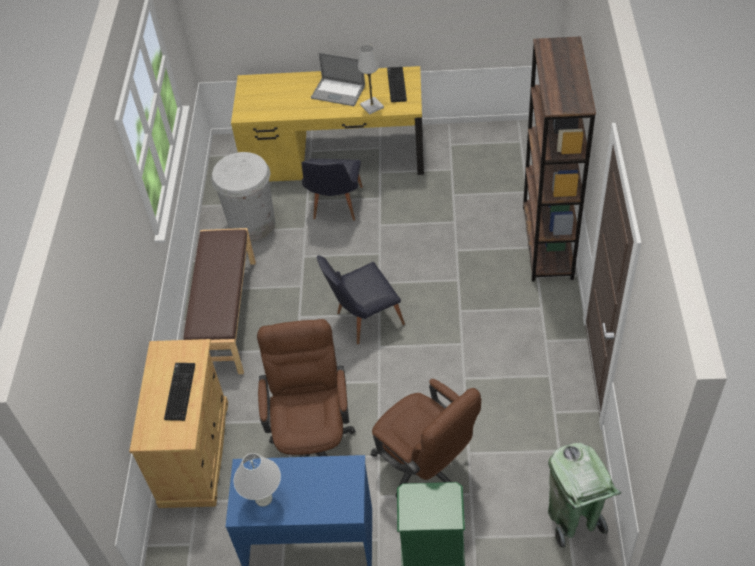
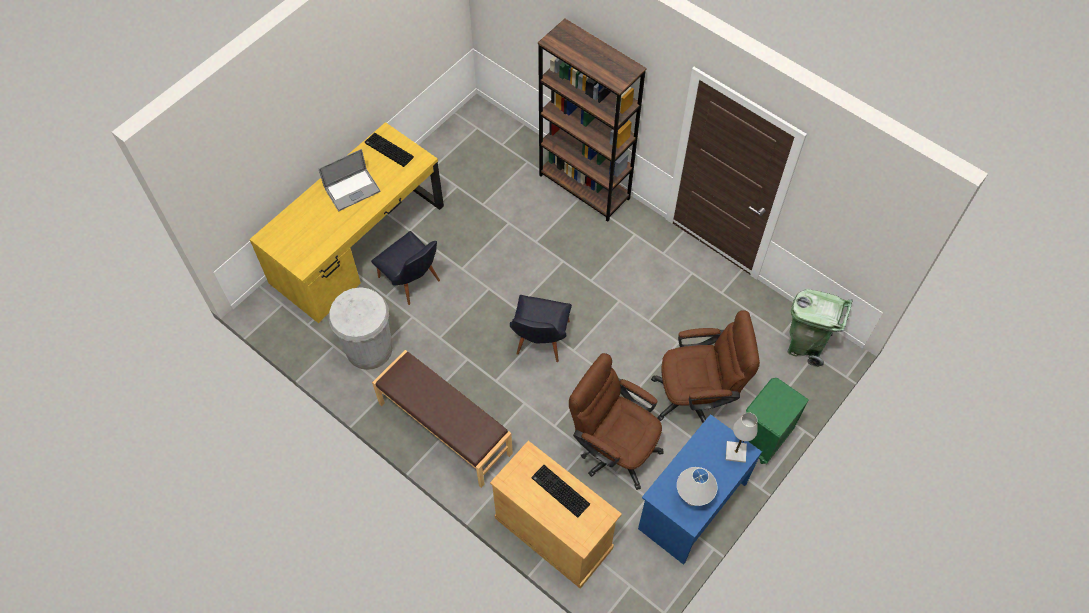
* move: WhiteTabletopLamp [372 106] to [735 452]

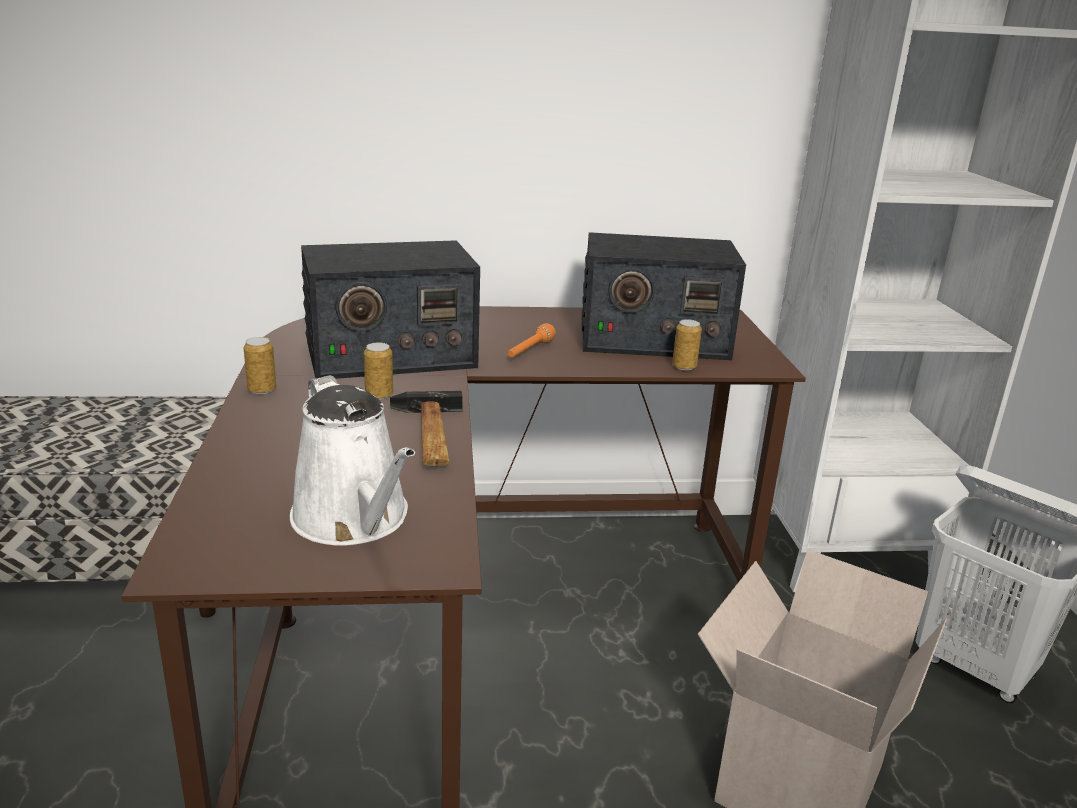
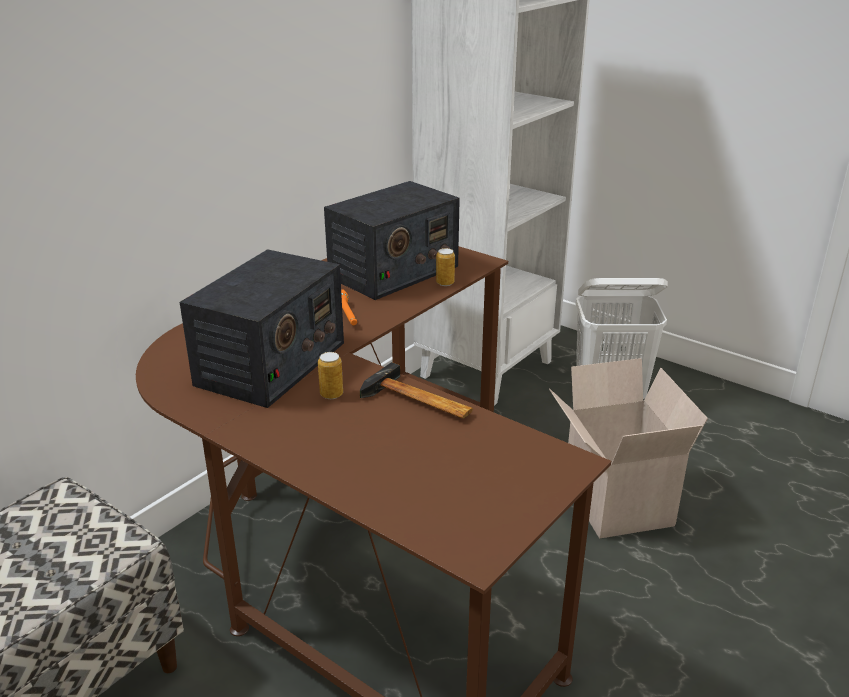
* delete: SealedCan [262 390]
* delete: WhiteSprinklingCan [355 520]

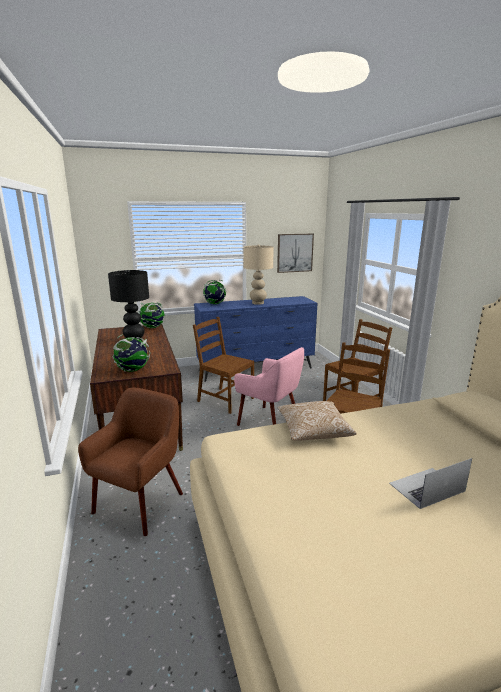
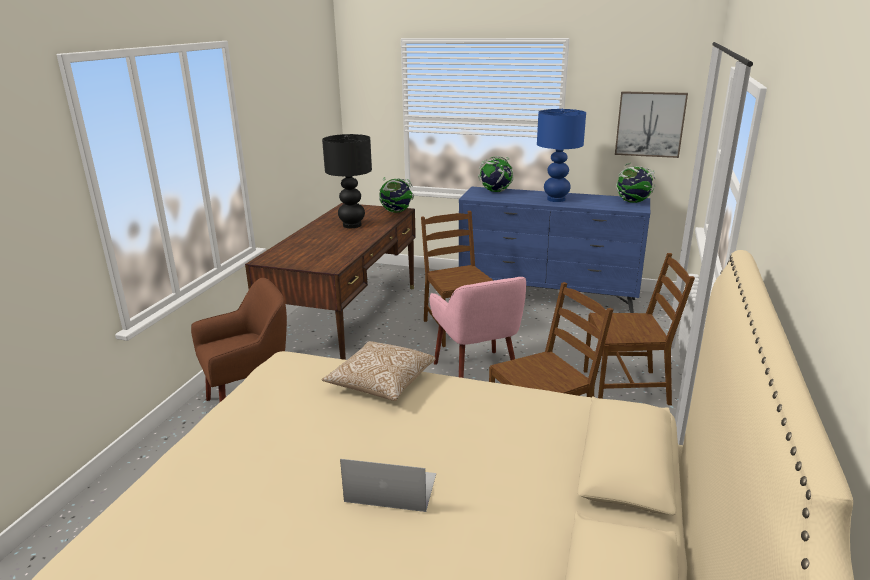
* recolor: SandColouredTabletopLamp [258 303] to BluishTabletopLamp [556 199]
* move: Globe [133 370] to [633 202]

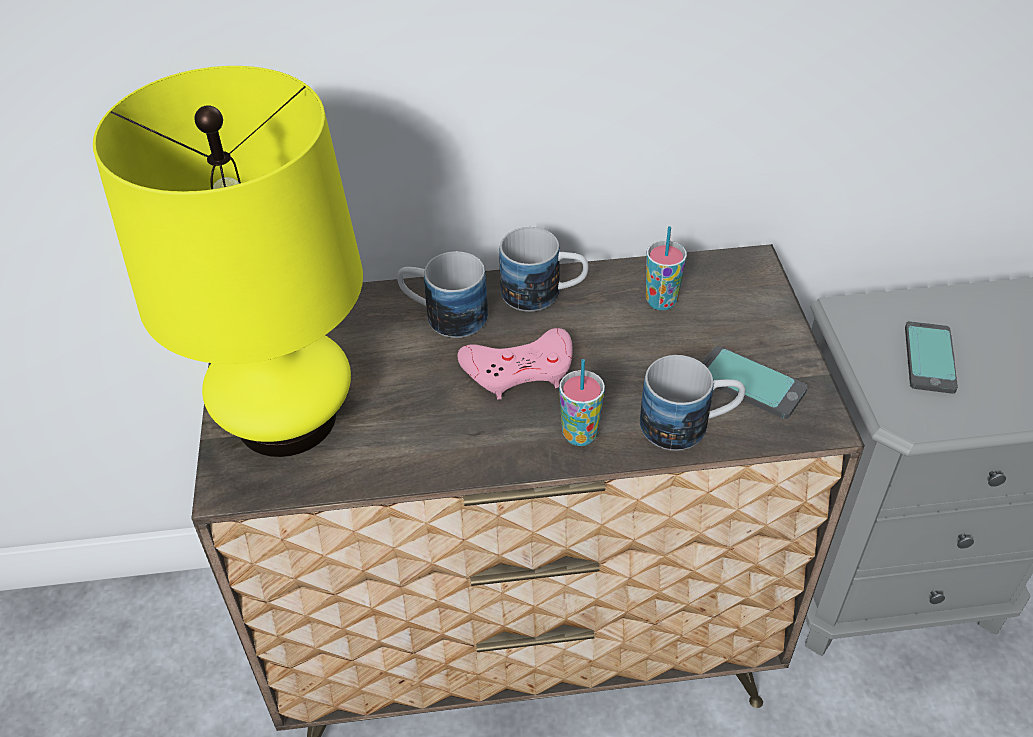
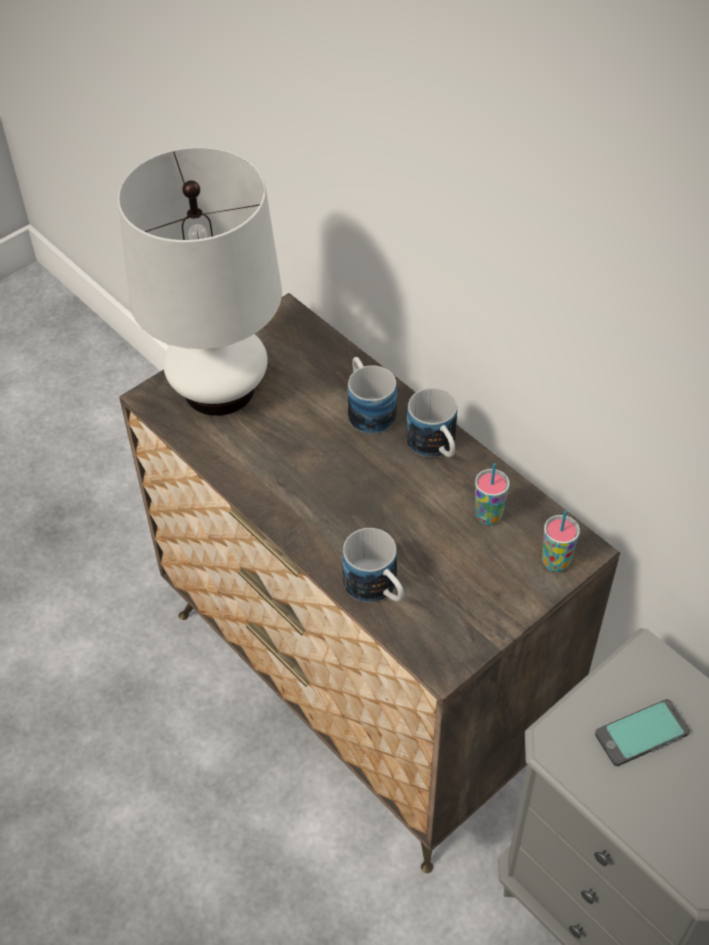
* recolor: YellowColouredTabletopLamp [286 418] to WhiteTabletopLamp [219 389]
* delete: PinkColouredJoypad [520 370]
* delete: Handset [750 383]
* move: DrinkingCup [580 434] to [555 562]

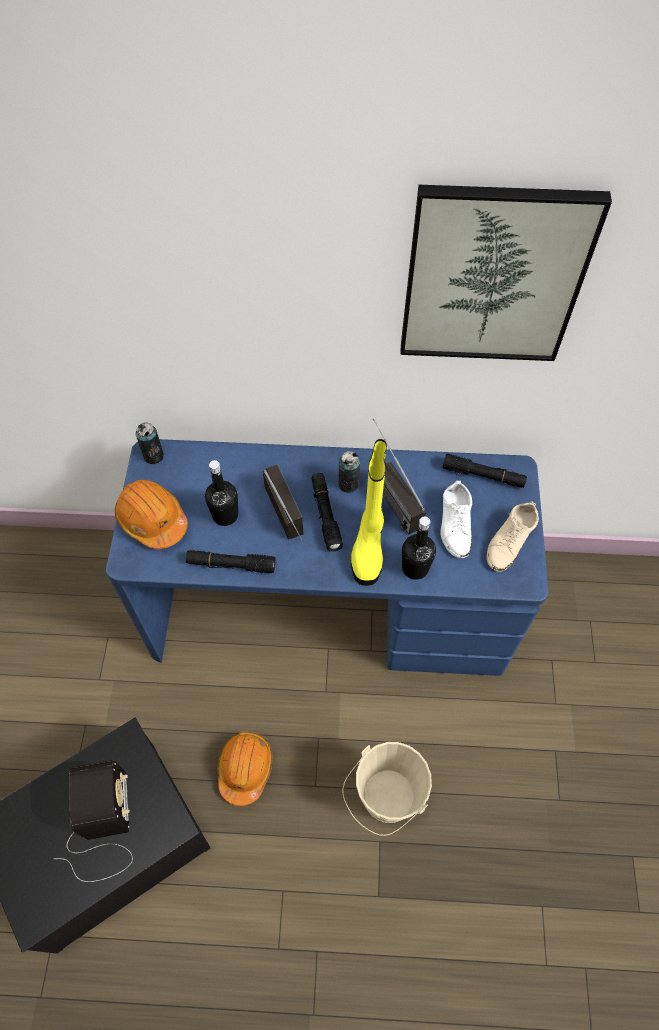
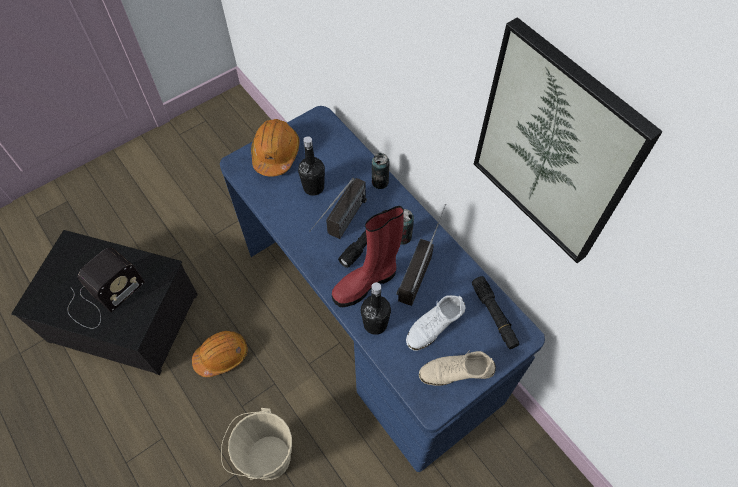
* move: SealedCan [153 456] to [380 182]
* recolor: YellowColouredTallBoot [369 546] to RedTallBoot [366 283]
* delete: BlackTorch [231 564]

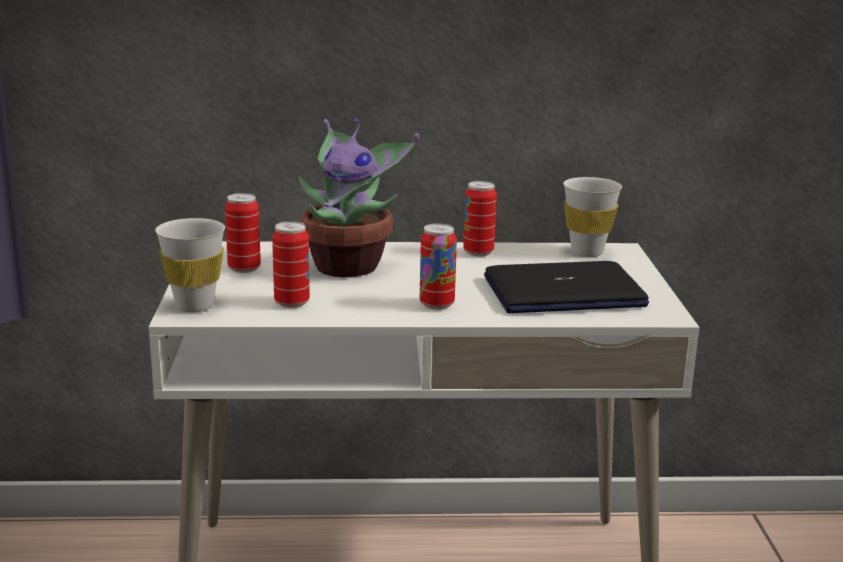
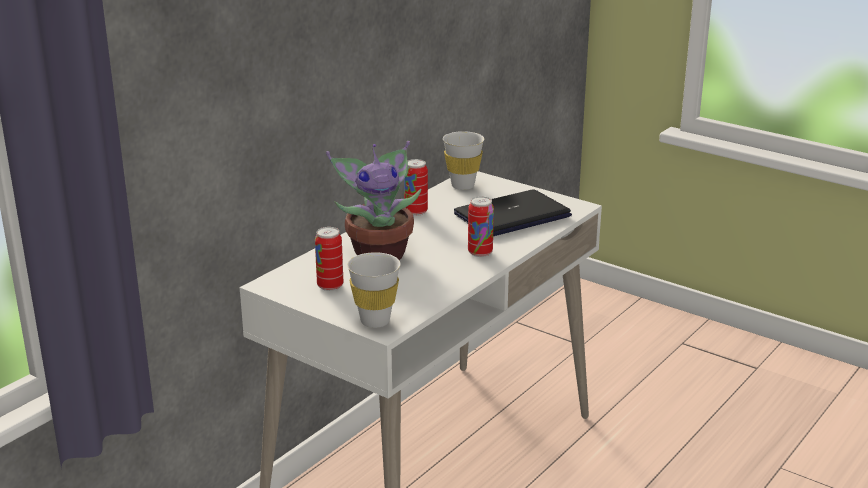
* delete: SealedCan [292 303]
* rotate: PortableComputer [563 292] = [512 215] 150 degrees counterclockwise

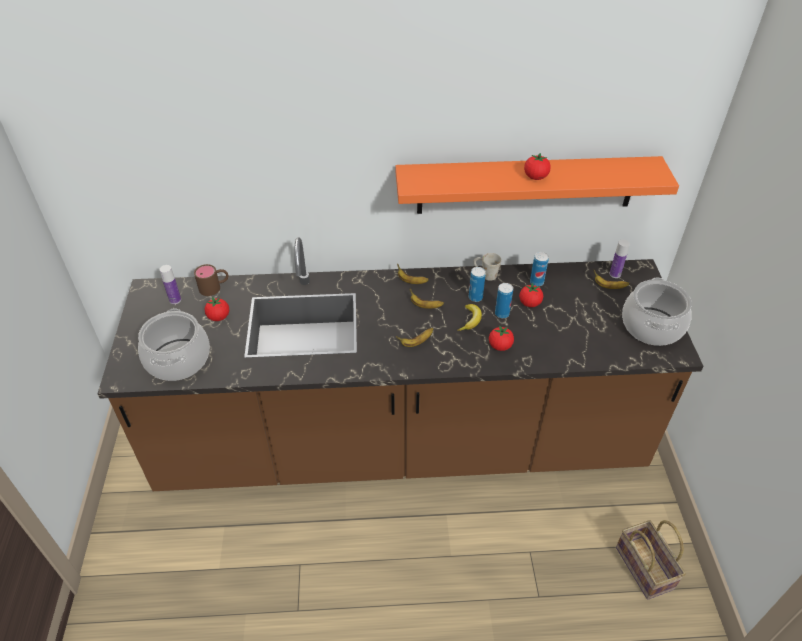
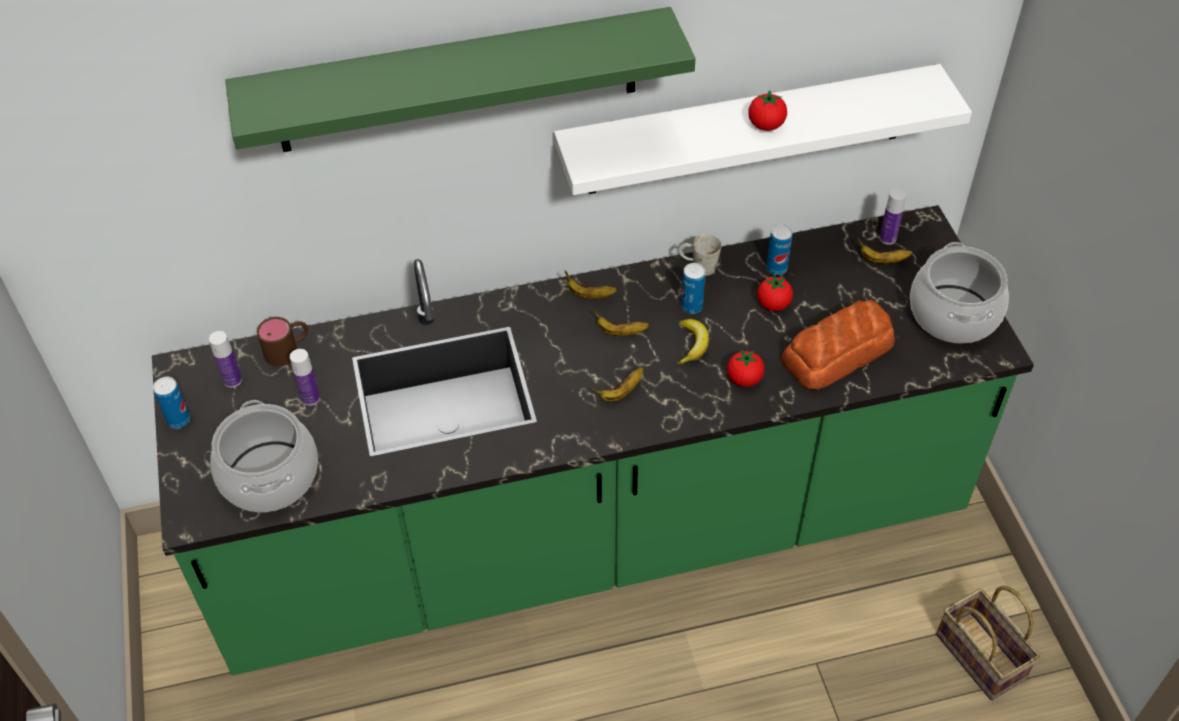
* recolor: OrangeyWallShelf [526 185] to WhiteWallShelf [747 130]
* recolor: BrownishKitchenCounter [401 442] to GreenColouredKitchenCounter [592 532]
* move: SealedCan [502 314] to [179 420]
* replace: WholeTomato [219 317] to DrinkBottle [310 398]
* insert: GreenColouredWallShelf [457 81]
* insert: BakedBread [839 353]

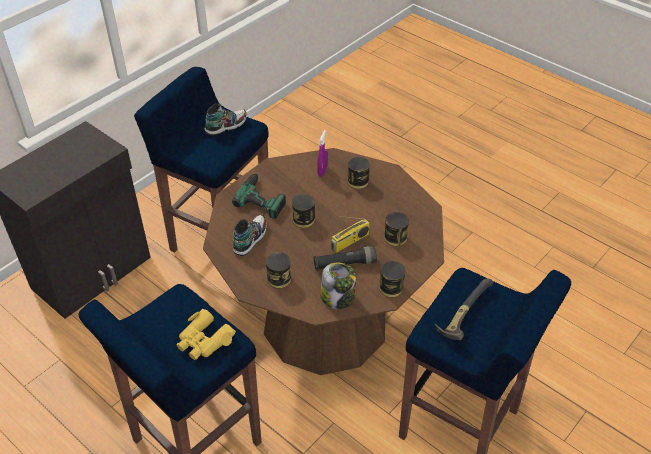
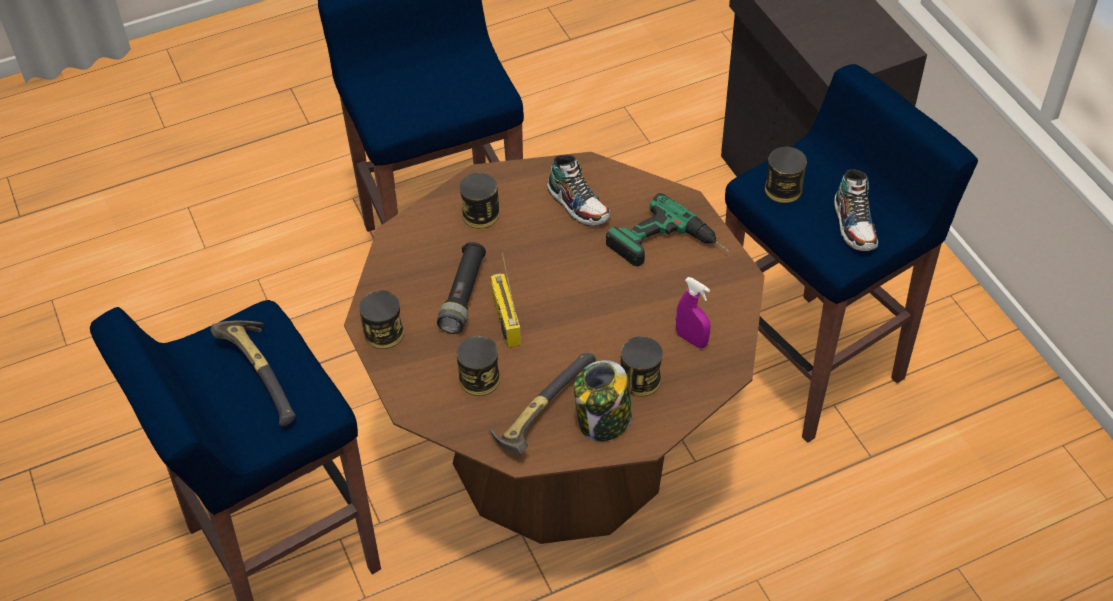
* move: SealedCan [303 220] to [783 189]
* move: StorageJar [338 298] to [604 421]
* delete: YellowColouredFieldGlasses [204 341]
* insert: ToolHammer [540 410]

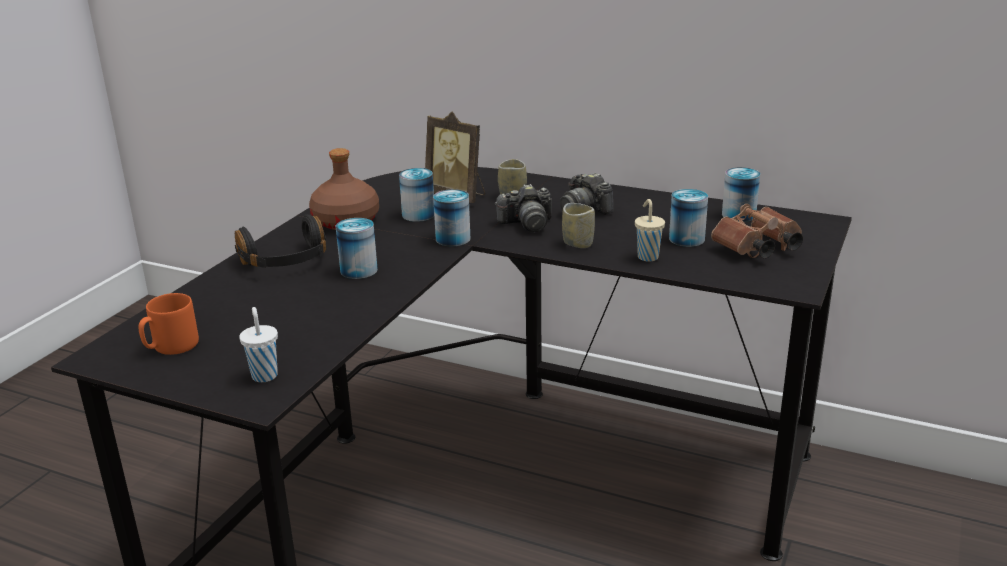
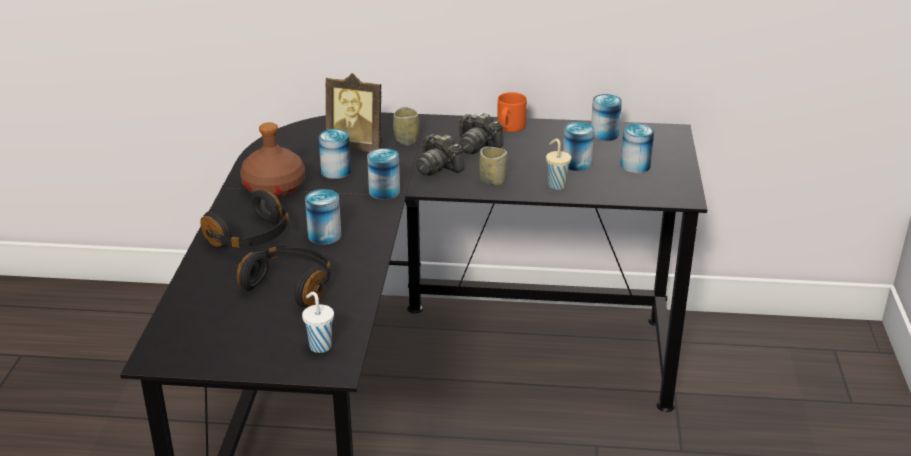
* rotate: StillCamera [527 224] = [438 167] 75 degrees clockwise
* replace: BrownishFieldGlasses [756 249] to SealedCan [635 166]
* move: OrangeyMug [171 346] to [509 128]
* insert: BlackHeadphones [291 285]

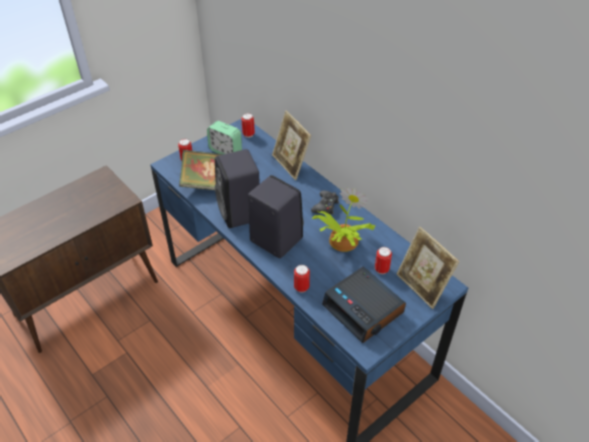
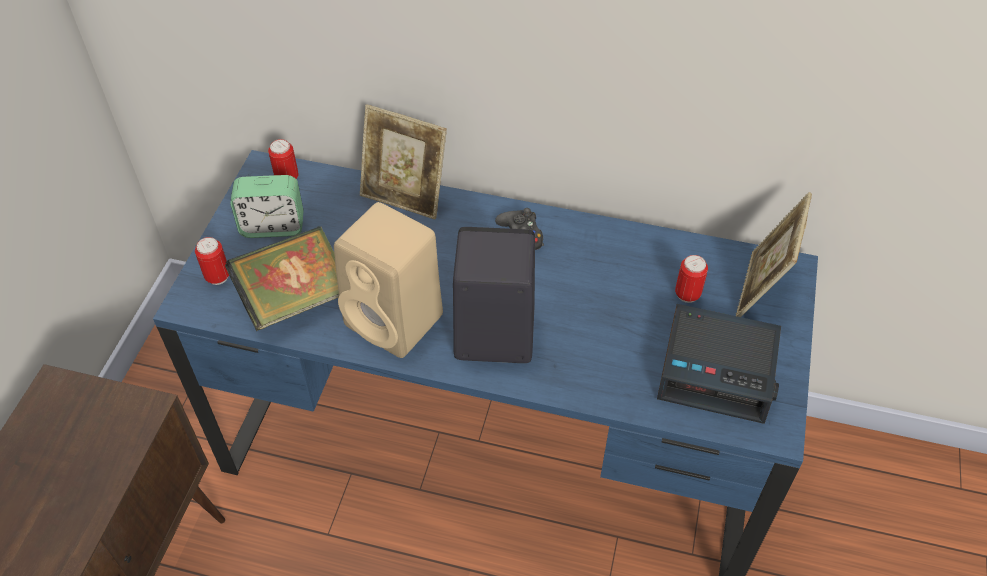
* recolor: BlackAudioSpeaker [240 213] to SandColouredAudioSpeaker [397 321]
* delete: PlantInAPot [342 241]
* rotate: StandingFrame [421 287] = [761 289] 90 degrees clockwise
* delete: SealedCan [301 287]

